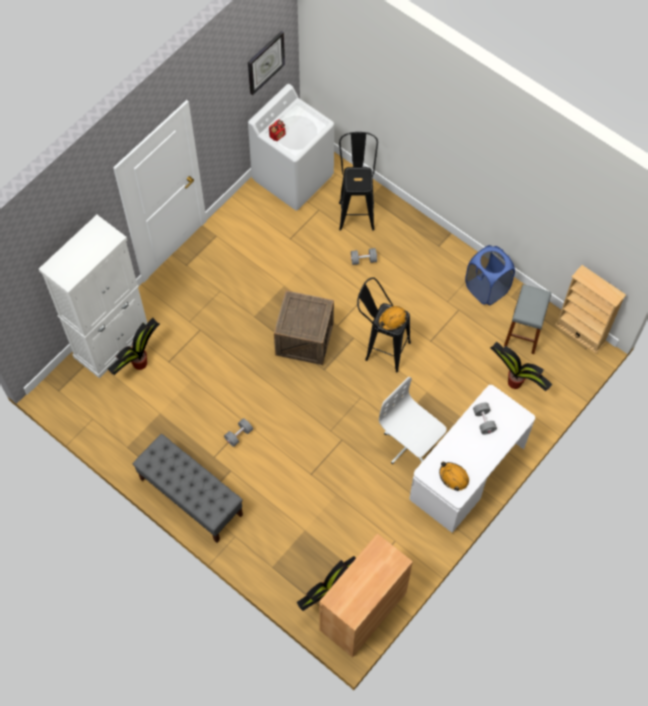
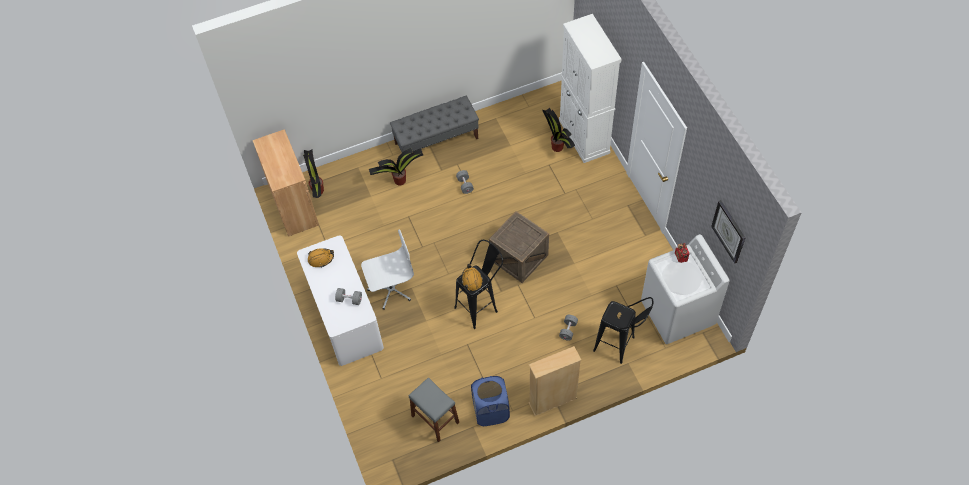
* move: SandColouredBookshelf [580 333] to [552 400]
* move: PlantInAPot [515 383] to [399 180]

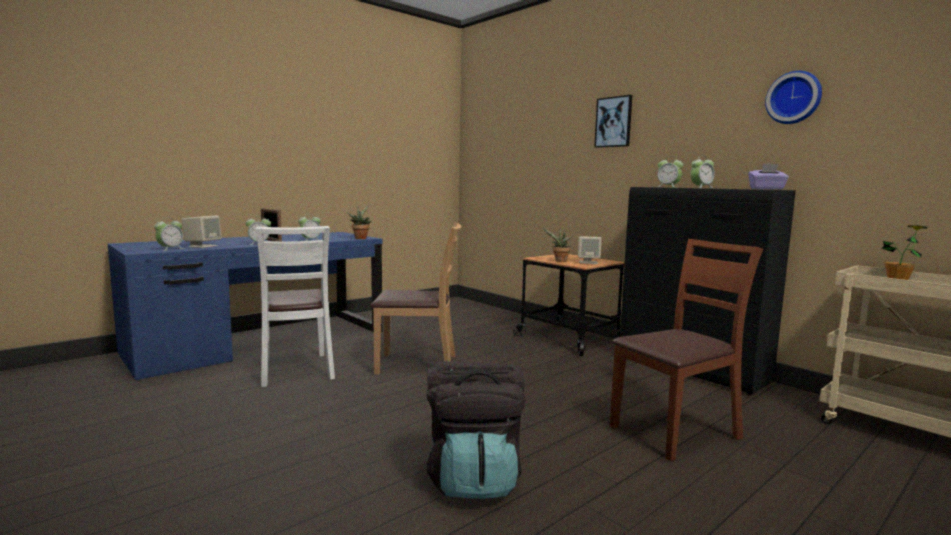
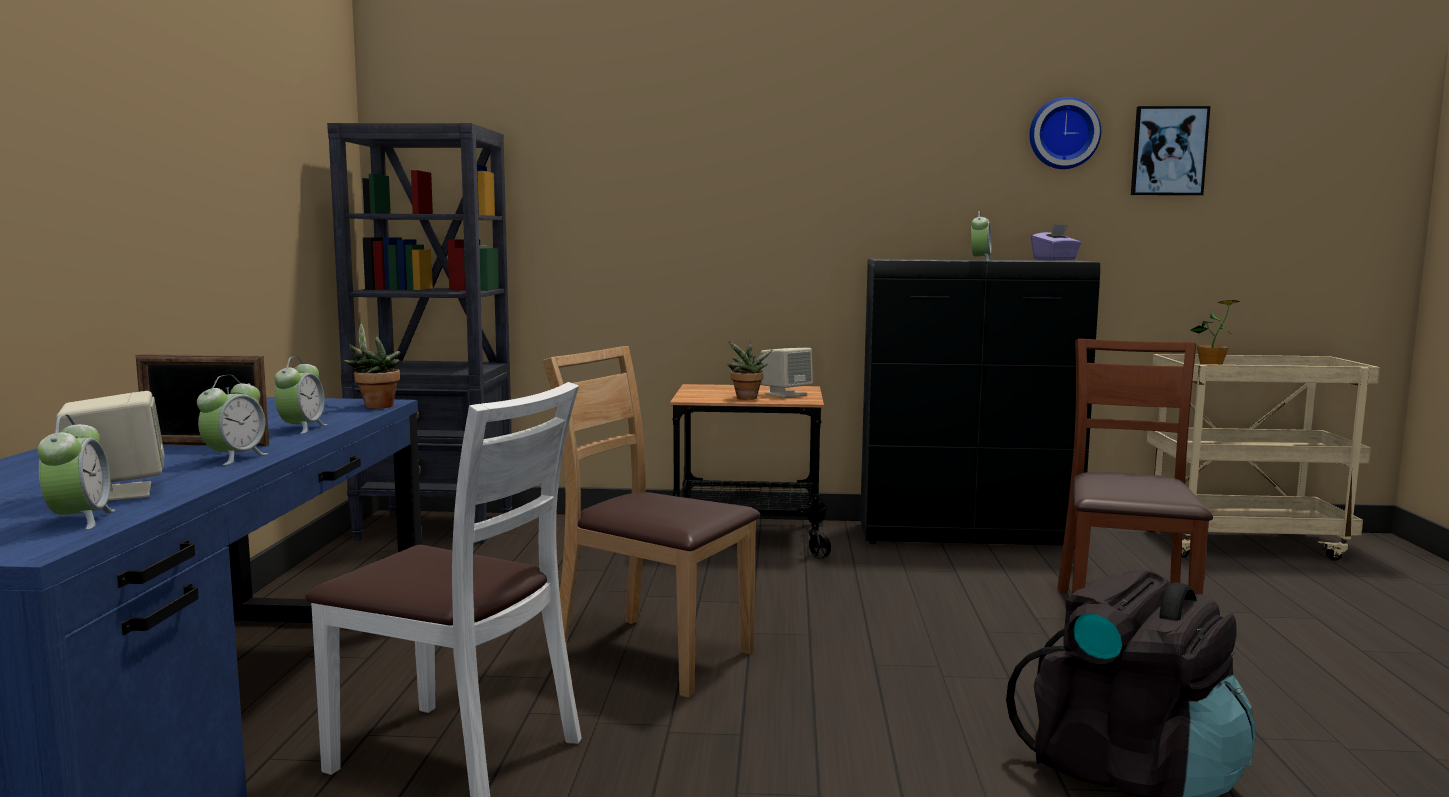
* move: WallArt [613 122] to [1168 151]
* delete: TableClock [668 187]
* rotate: BrownishUprightChair [418 365] = [652 655] 105 degrees counterclockwise
* insert: BlackBookshelf [437 527]

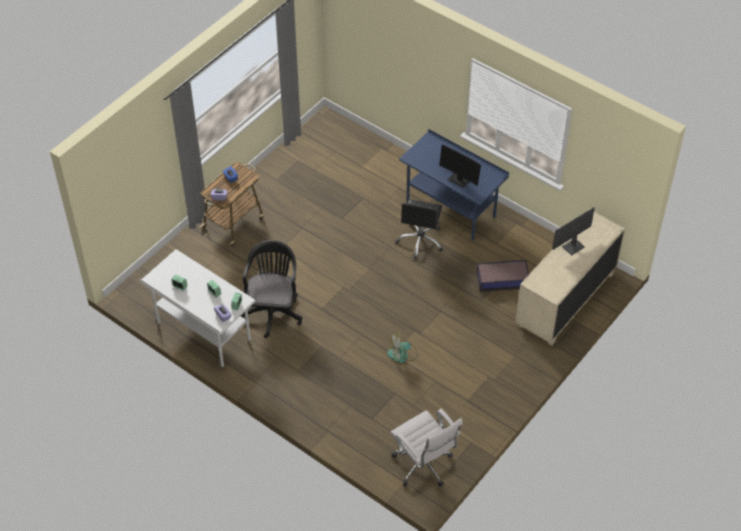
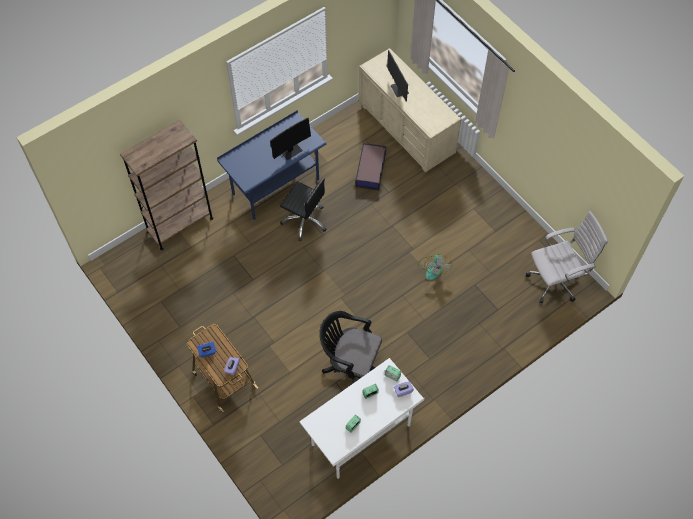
* insert: BrownishBookshelf [180 225]

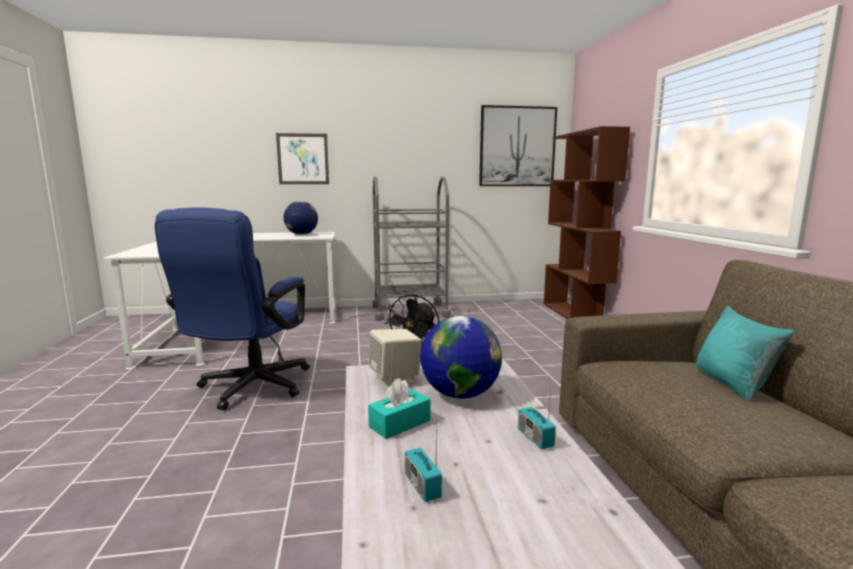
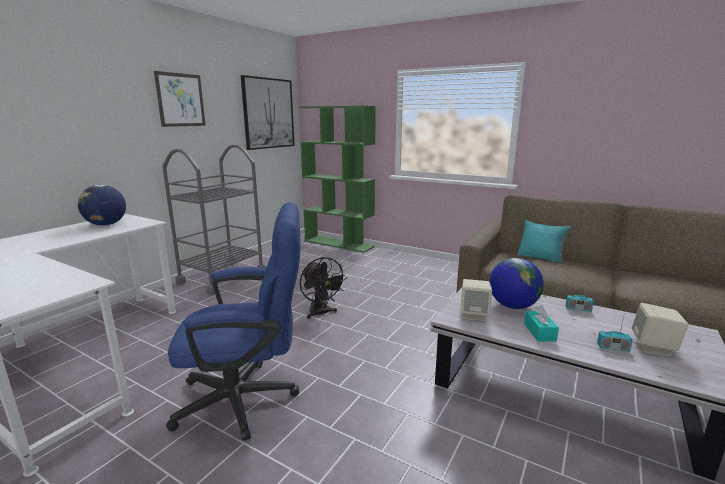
* recolor: BrownishBookshelf [575 315] to GreenColouredBookshelf [339 244]
* move: WallArt [303 159] to [180 100]
* rotate: BluishOfficeChair [249 389] = [248 399] 60 degrees counterclockwise
* insert: SandColouredAudioSpeaker [654 347]

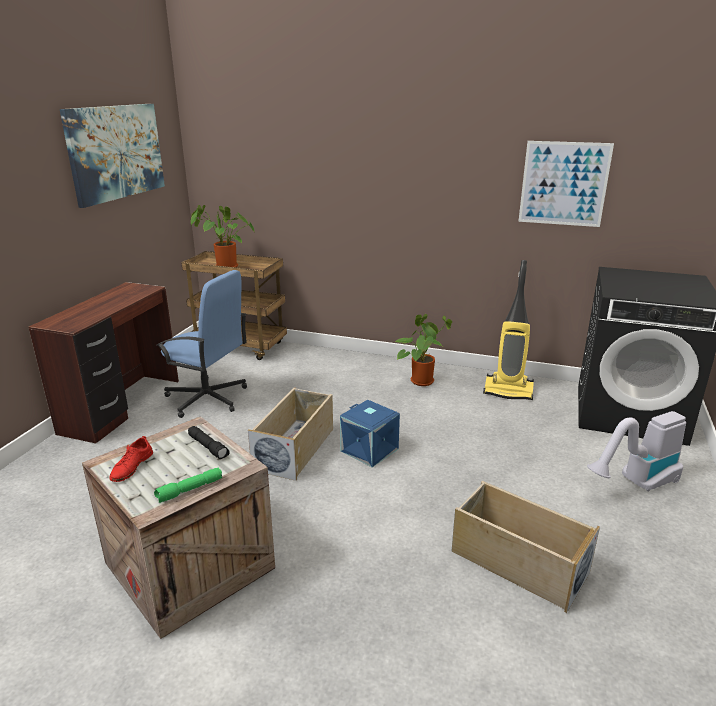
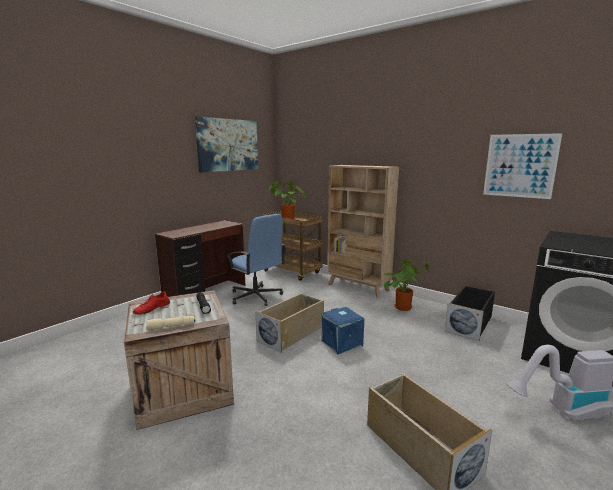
* replace: VacuumCleaner [508 391] to BlackStorageBox [469 323]
* recolor: GreenColouredTorch [189 490] to SandColouredTorch [171 327]
* insert: SandColouredBookshelf [358 287]

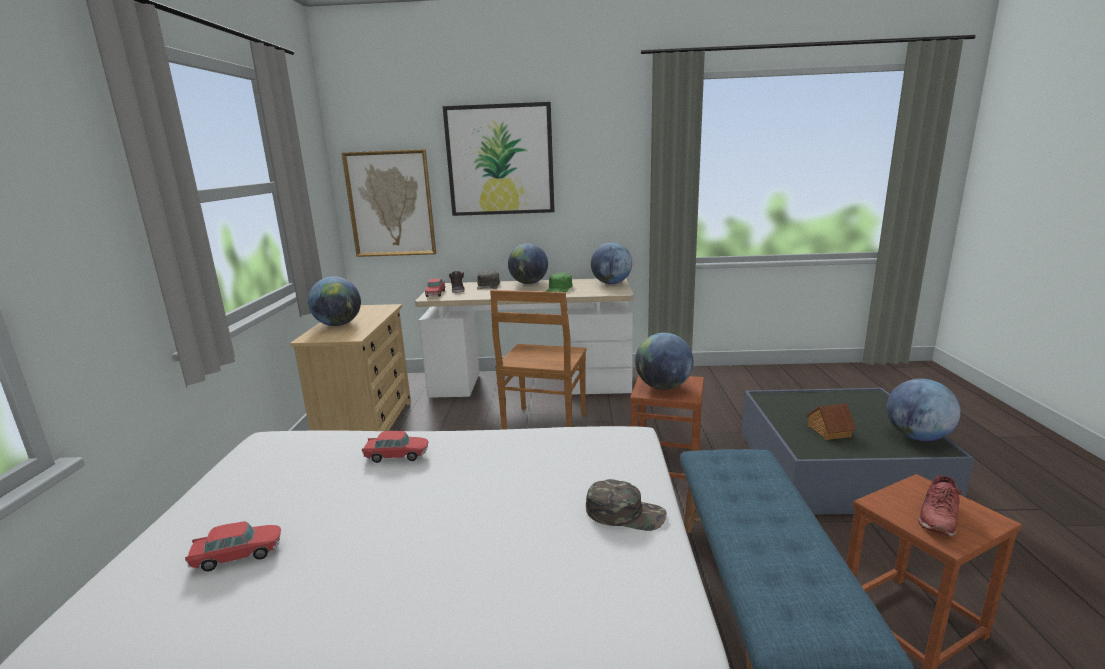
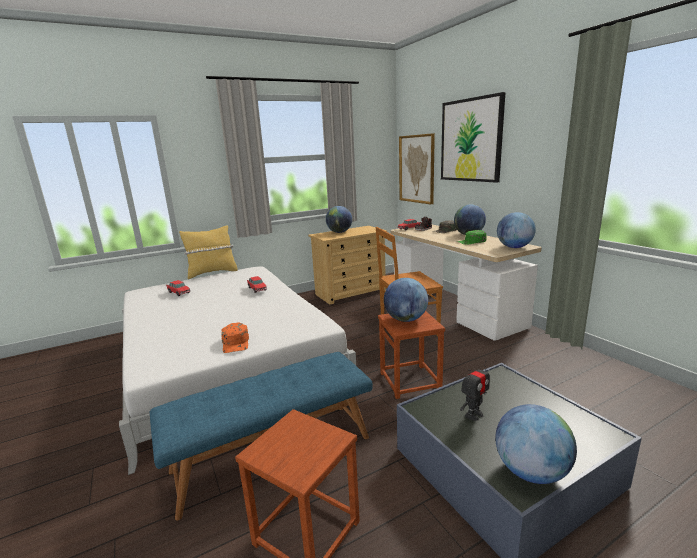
* replace: ToyHouse [828 431] to ModelRobot [473 414]
* delete: RedShoe [937 516]
* recolor: GreenColouredCap [625 513] to OrangeyCap [236 343]
* insert: YellowColouredThrowPillow [212 273]

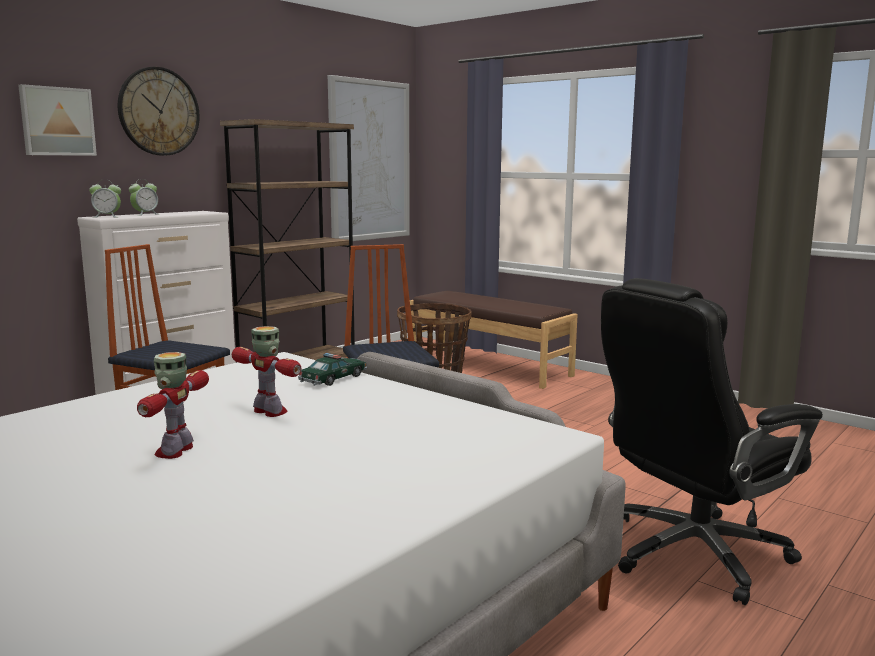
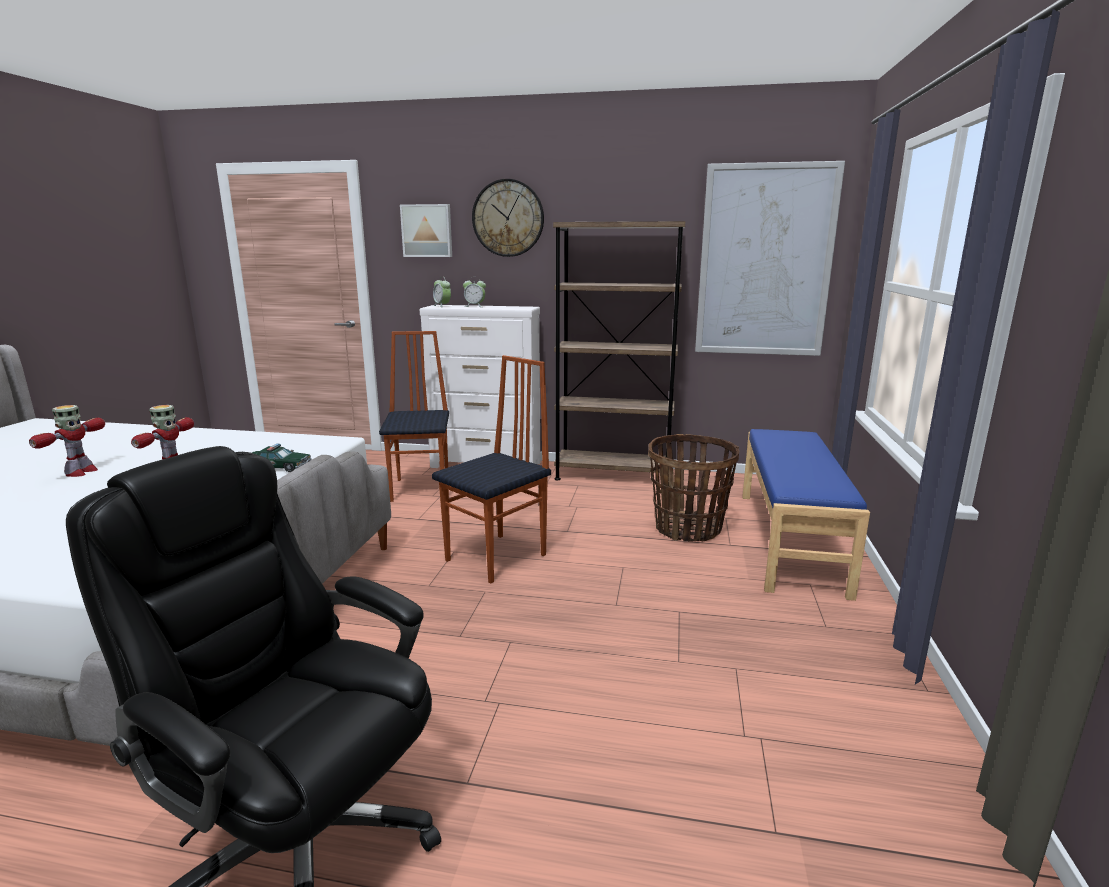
* recolor: BrownishIndoorBench [489 366] to BluishIndoorBench [790 540]
* rotate: ModelRobot [176 451] = [80 472] 120 degrees clockwise

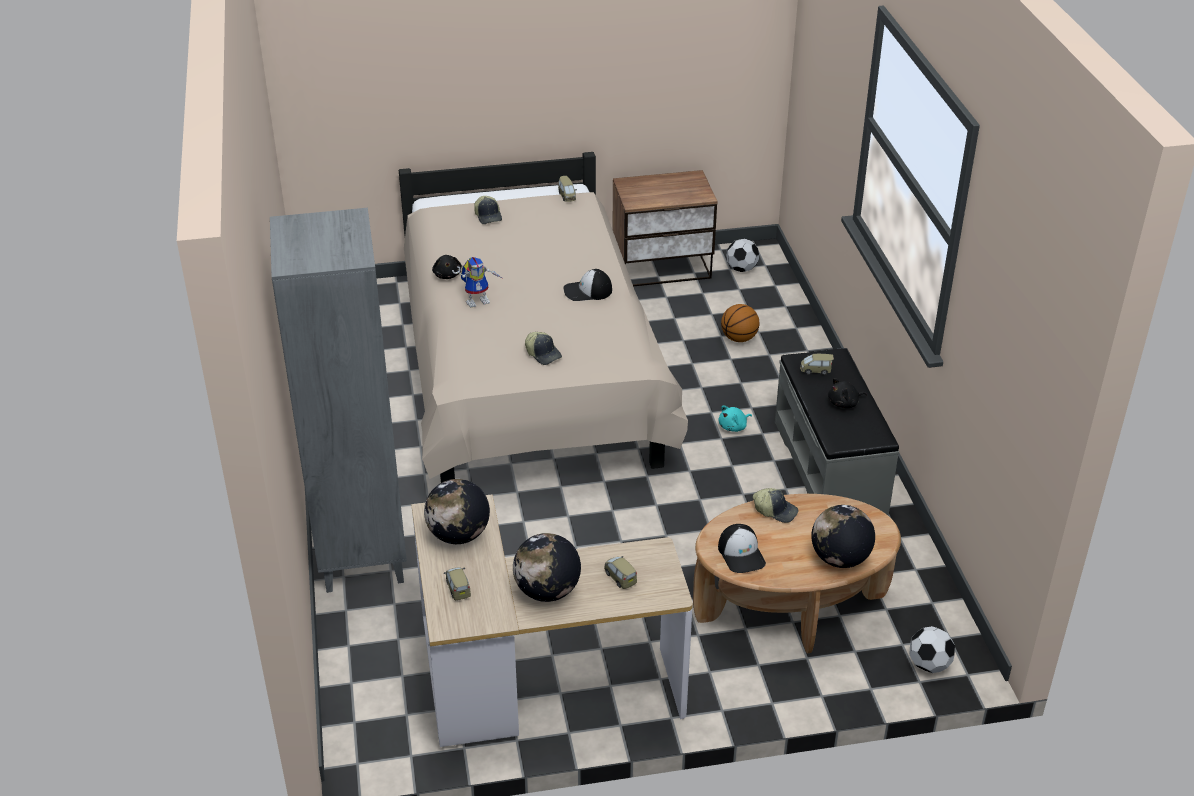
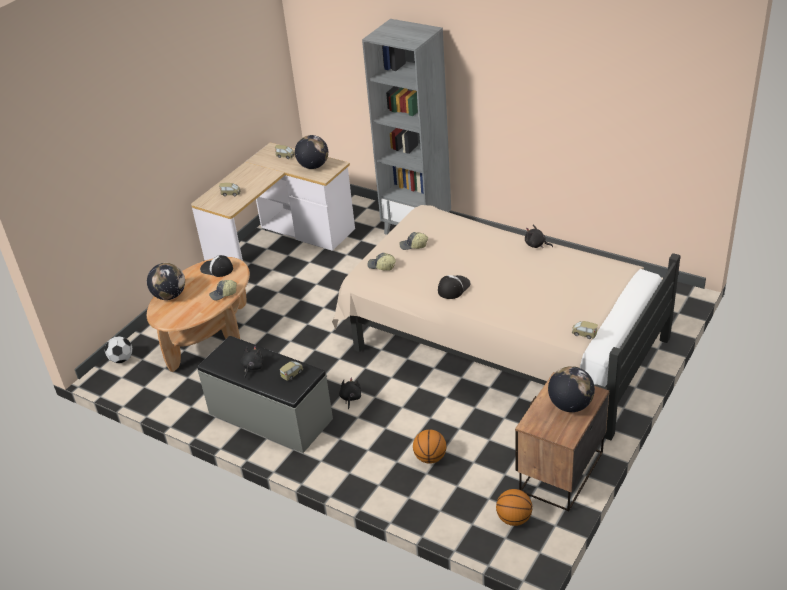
* move: Cap [488 216] to [381 266]
* replace: Football [741 269] to Basketball [514 519]
* delete: ModelRobot [478 300]
* recolor: BlueGreenCuddlyToy [734 427] to BlackCuddlyToy [350 398]
* move: Globe [547 591] to [570 405]

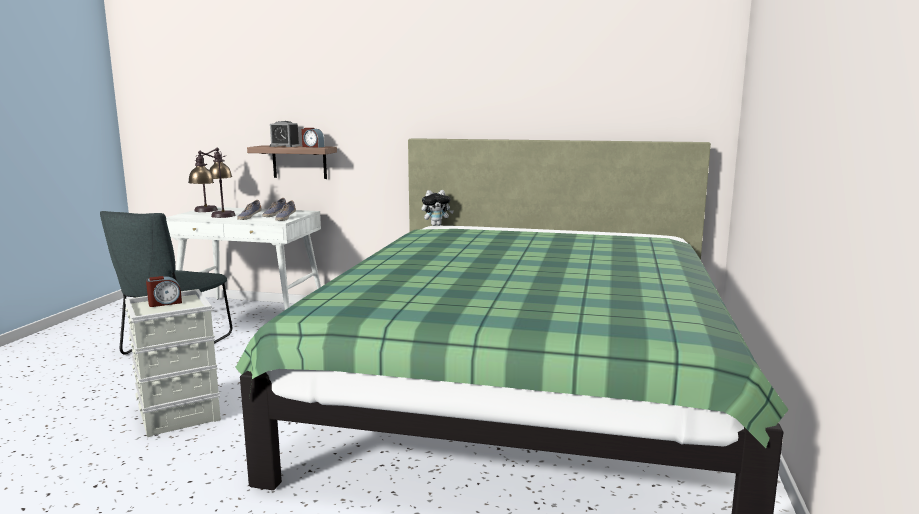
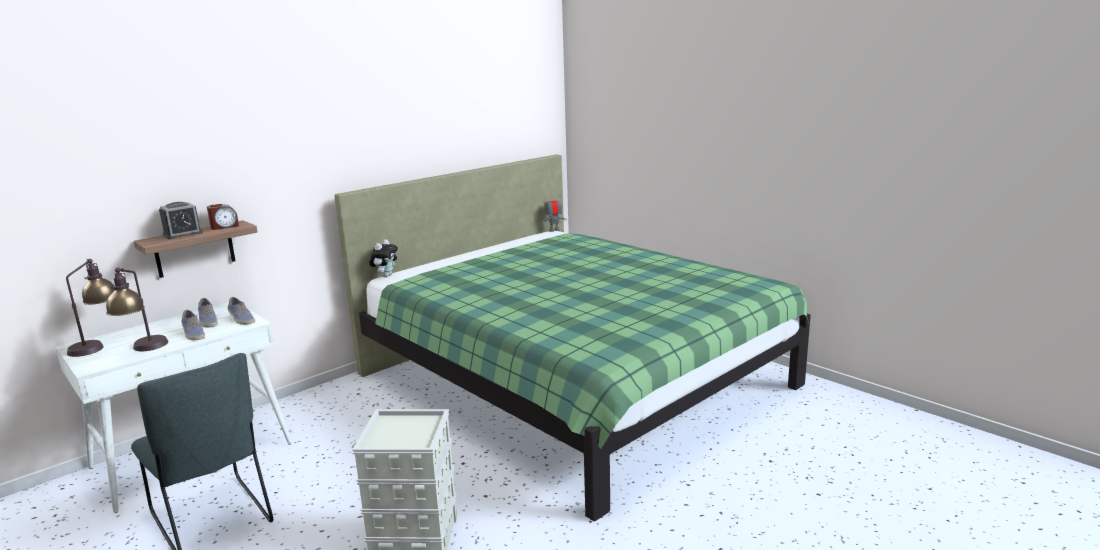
* delete: TableClock [165 303]
* insert: ModelRobot [554 230]

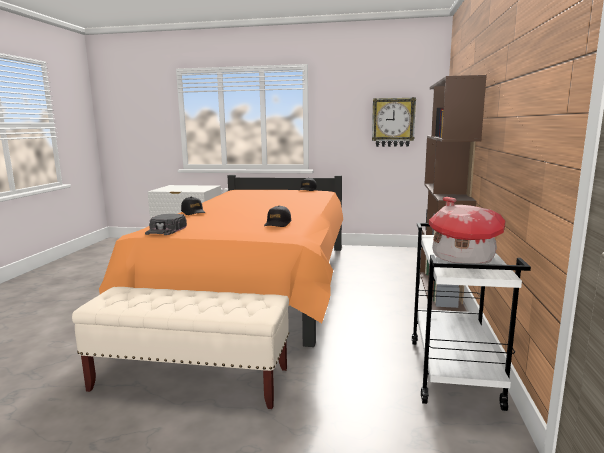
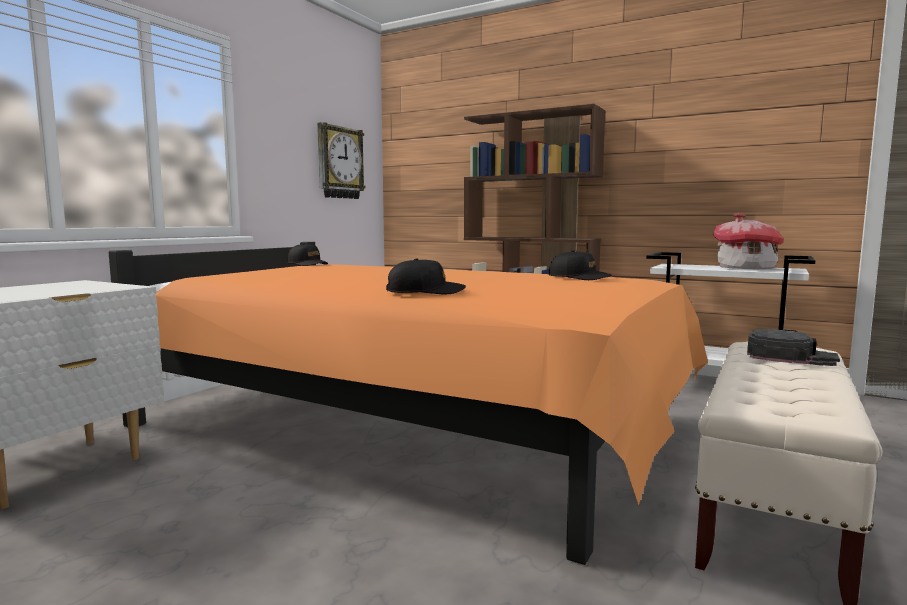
* move: BlackCap [166 229] to [790 356]

